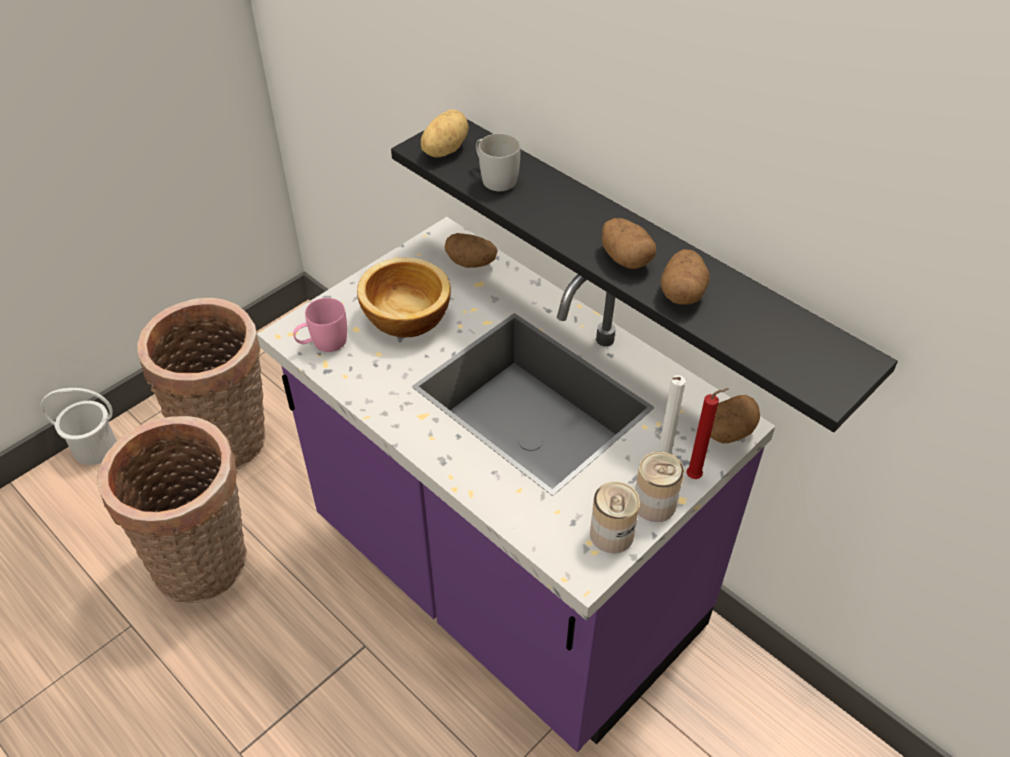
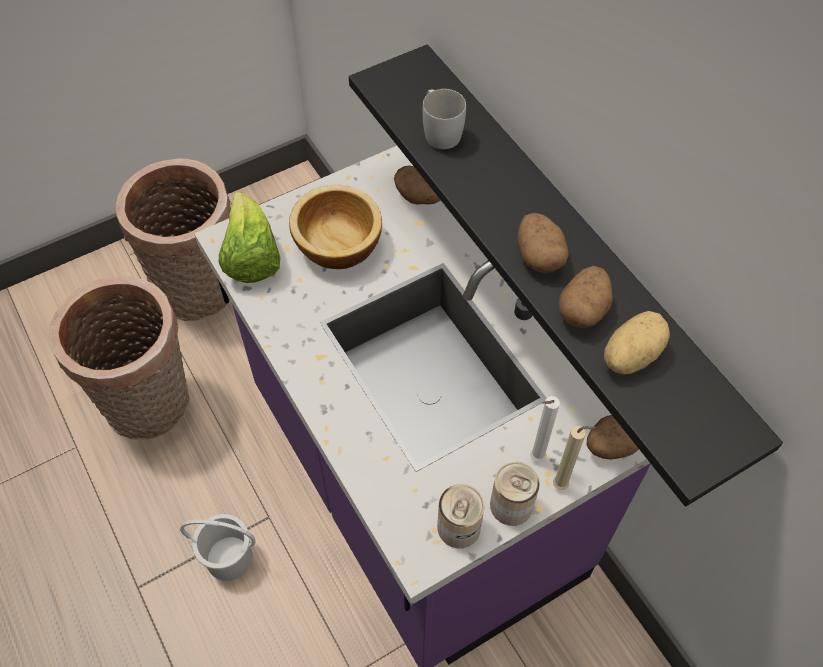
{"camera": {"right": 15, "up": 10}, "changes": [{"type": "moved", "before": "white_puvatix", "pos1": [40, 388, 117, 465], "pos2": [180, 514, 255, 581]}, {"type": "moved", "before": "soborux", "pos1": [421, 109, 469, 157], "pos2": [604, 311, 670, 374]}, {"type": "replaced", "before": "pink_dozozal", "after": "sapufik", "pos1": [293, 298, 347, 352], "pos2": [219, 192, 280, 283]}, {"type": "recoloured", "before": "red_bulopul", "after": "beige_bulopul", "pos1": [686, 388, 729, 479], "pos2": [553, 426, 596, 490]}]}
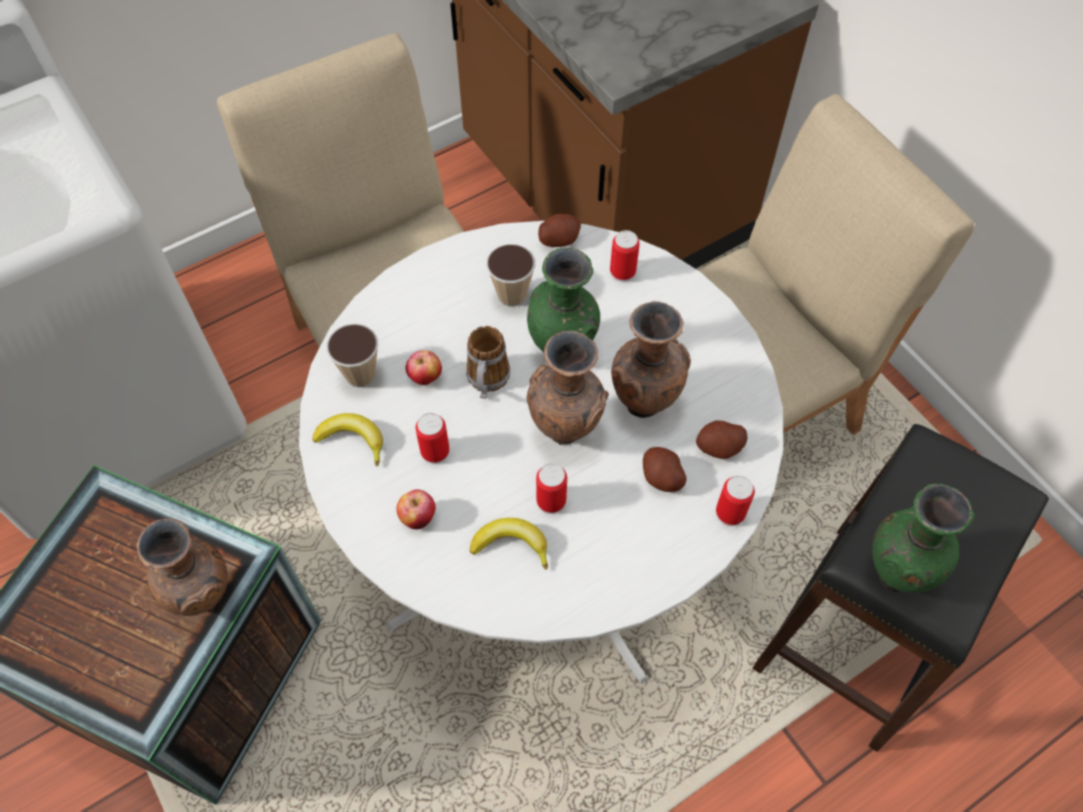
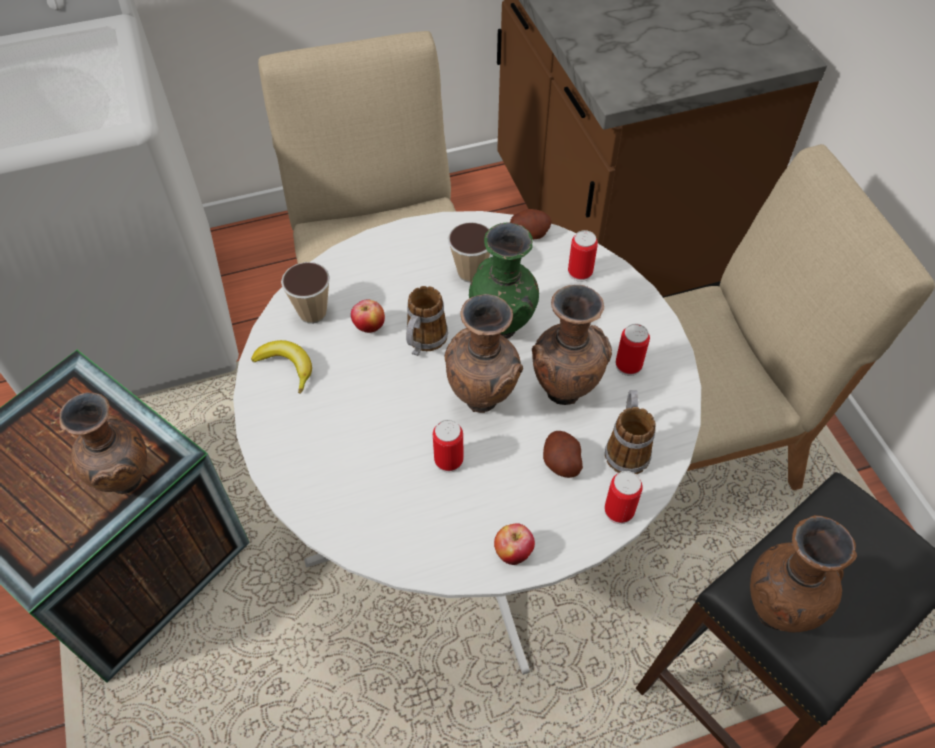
{"camera": {"right": 15, "up": -5}, "changes": [{"type": "removed", "before": "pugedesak", "pos1": [470, 518, 548, 570]}, {"type": "moved", "before": "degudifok", "pos1": [396, 489, 436, 529], "pos2": [494, 523, 535, 565]}, {"type": "moved", "before": "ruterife", "pos1": [415, 413, 450, 464], "pos2": [616, 324, 650, 376]}, {"type": "replaced", "before": "soborux", "after": "dozozal", "pos1": [696, 420, 747, 459], "pos2": [605, 390, 656, 474]}, {"type": "recoloured", "before": "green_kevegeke", "after": "brown_kevegeke", "pos1": [872, 484, 975, 593], "pos2": [750, 515, 857, 632]}]}
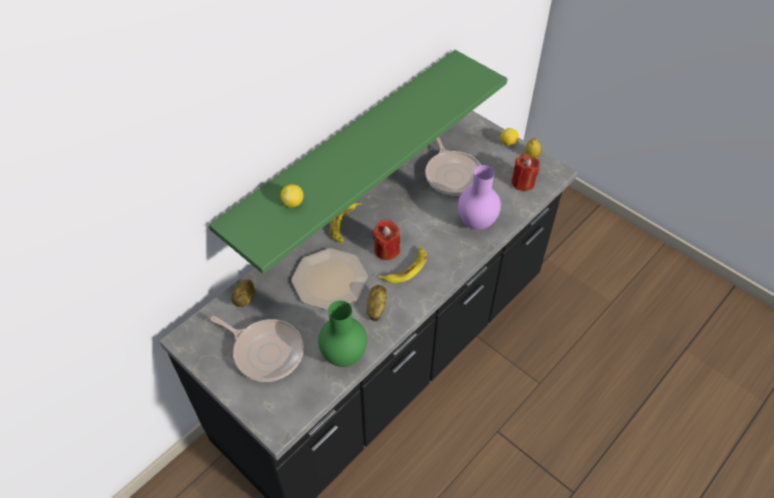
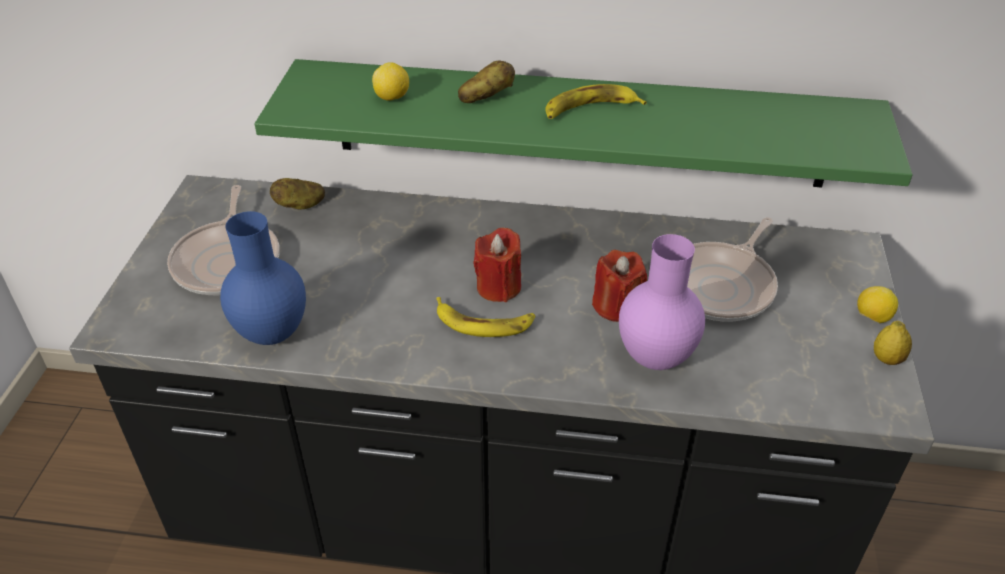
{"camera": {"right": 55, "up": -10}, "changes": [{"type": "removed", "before": "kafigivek", "pos1": [292, 248, 368, 310]}, {"type": "moved", "before": "pugedesak", "pos1": [330, 203, 362, 243], "pos2": [545, 84, 647, 119]}, {"type": "moved", "before": "soborux", "pos1": [367, 285, 387, 321], "pos2": [458, 60, 515, 103]}, {"type": "moved", "before": "red_bulopul", "pos1": [512, 154, 540, 191], "pos2": [592, 250, 647, 322]}, {"type": "recoloured", "before": "green_kevegeke", "after": "blue_kevegeke", "pos1": [318, 301, 367, 367], "pos2": [220, 211, 306, 345]}]}
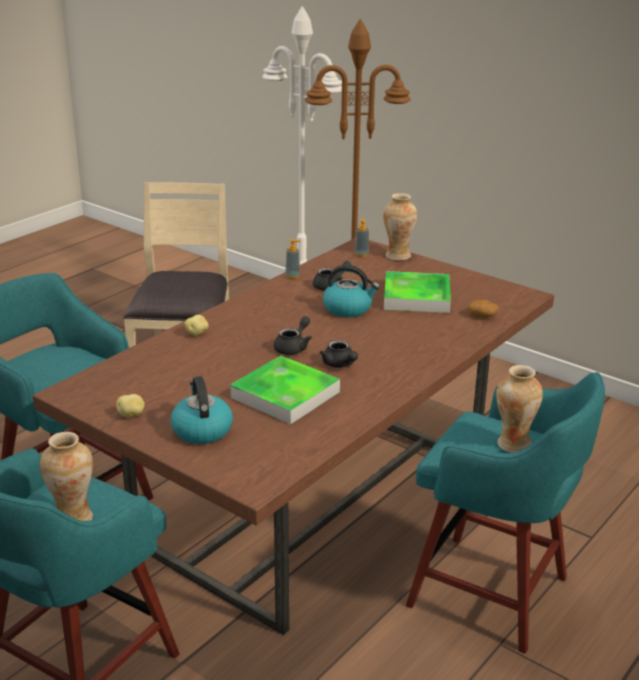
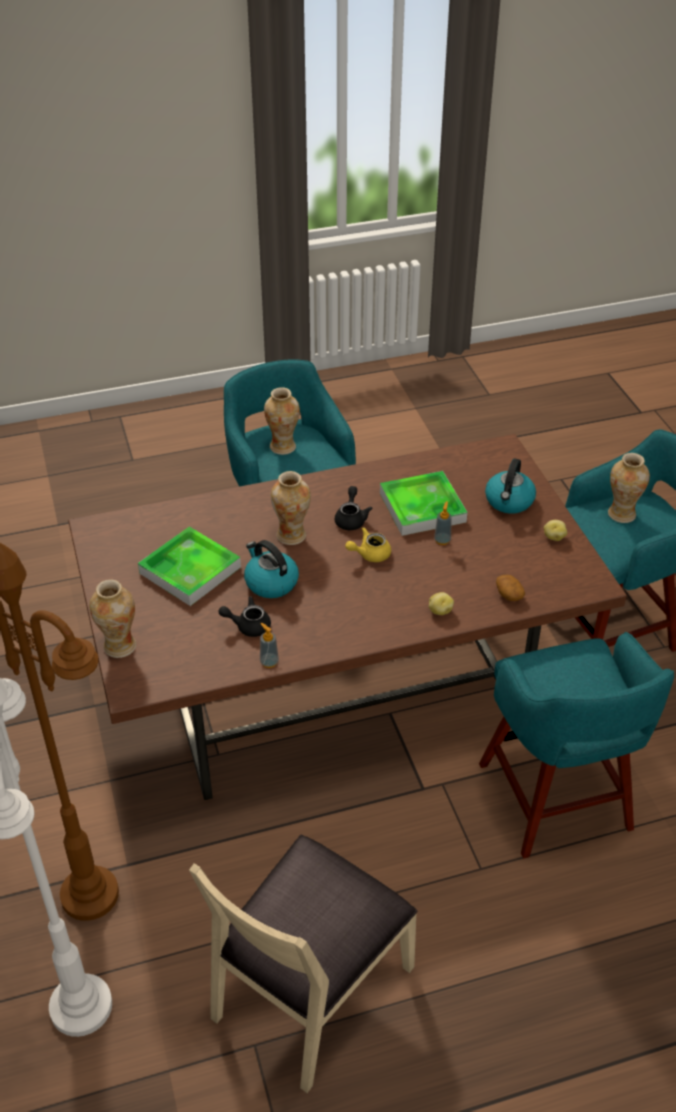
{"camera": {"right": -145, "up": 15}, "changes": [{"type": "added", "after": "kevegeke", "pos2": [271, 471, 311, 545]}, {"type": "moved", "before": "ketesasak", "pos1": [355, 218, 369, 257], "pos2": [434, 501, 452, 545]}, {"type": "moved", "before": "soborux", "pos1": [467, 300, 499, 317], "pos2": [496, 575, 525, 601]}, {"type": "recoloured", "before": "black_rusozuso", "after": "yellow_rusozuso", "pos1": [274, 316, 312, 355], "pos2": [345, 527, 391, 562]}]}
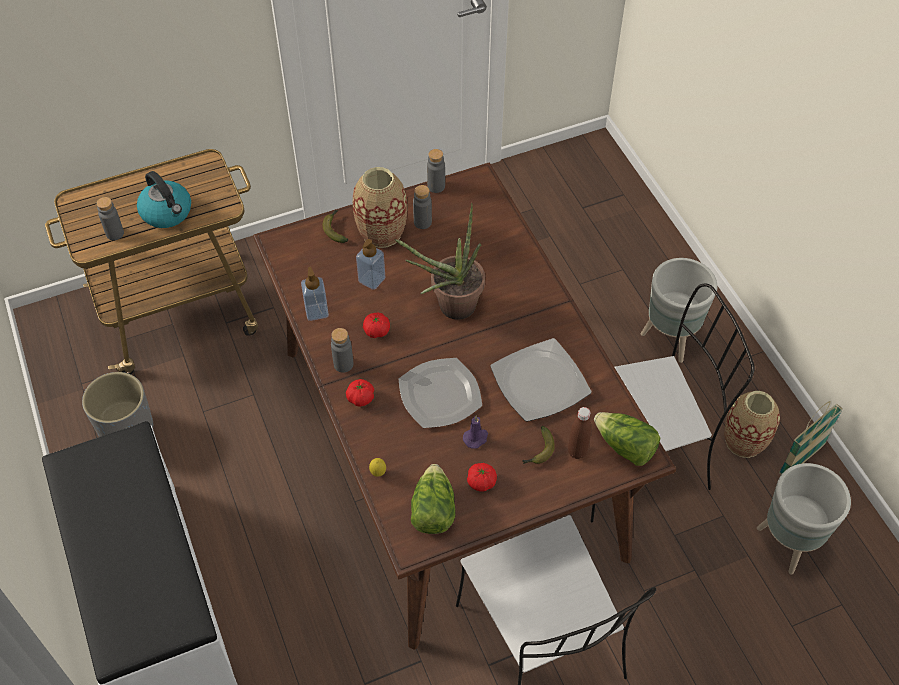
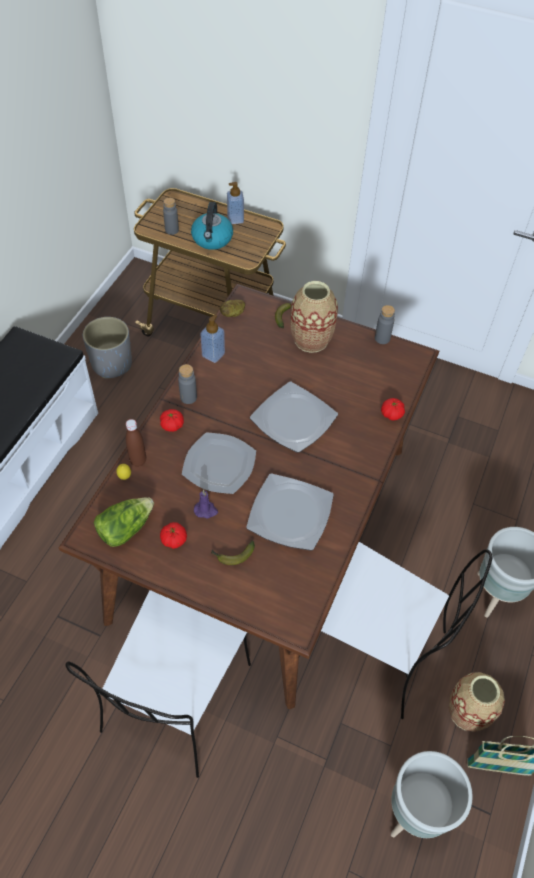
{"camera": {"right": 45, "up": 0}, "changes": [{"type": "removed", "before": "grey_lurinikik", "pos1": [413, 185, 432, 229]}, {"type": "removed", "before": "sapufik", "pos1": [594, 412, 660, 466]}, {"type": "added", "after": "soborux", "pos2": [220, 300, 245, 317]}, {"type": "moved", "before": "ketesasak", "pos1": [356, 239, 385, 290], "pos2": [227, 182, 244, 224]}, {"type": "moved", "before": "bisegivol", "pos1": [363, 313, 390, 338], "pos2": [381, 398, 405, 421]}, {"type": "moved", "before": "brown_lurinikik", "pos1": [568, 407, 591, 459], "pos2": [126, 419, 146, 467]}, {"type": "replaced", "before": "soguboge", "after": "kafigivek", "pos1": [395, 203, 485, 320], "pos2": [250, 382, 338, 453]}]}
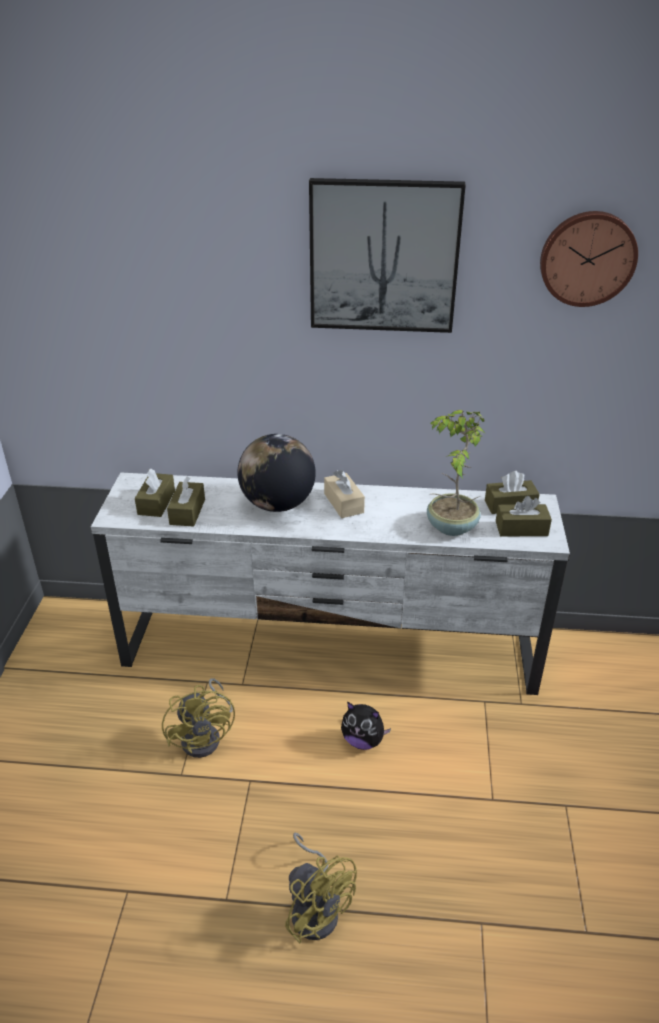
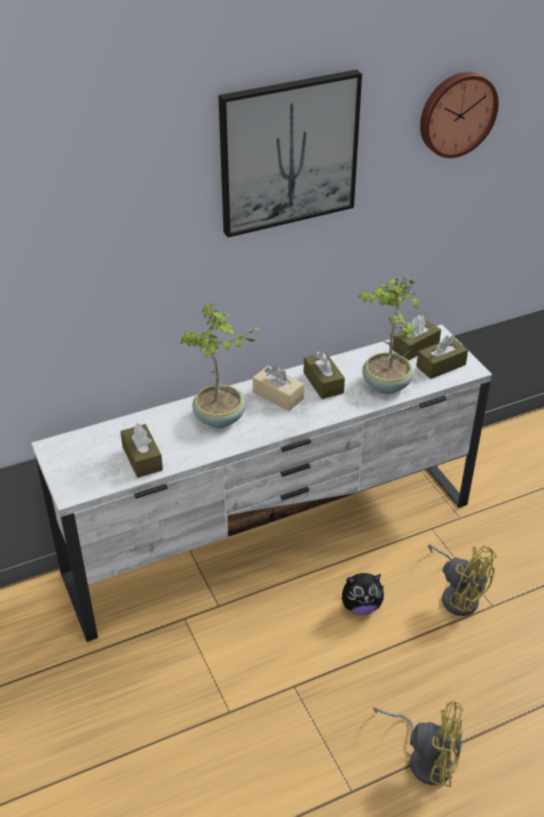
{"camera": {"right": -30, "up": 5}, "changes": [{"type": "moved", "before": "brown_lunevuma", "pos1": [135, 469, 175, 517], "pos2": [304, 352, 345, 399]}, {"type": "moved", "before": "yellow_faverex", "pos1": [162, 678, 235, 758], "pos2": [428, 544, 497, 616]}, {"type": "replaced", "before": "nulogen", "after": "soguboge", "pos1": [237, 434, 316, 512], "pos2": [180, 303, 261, 428]}]}
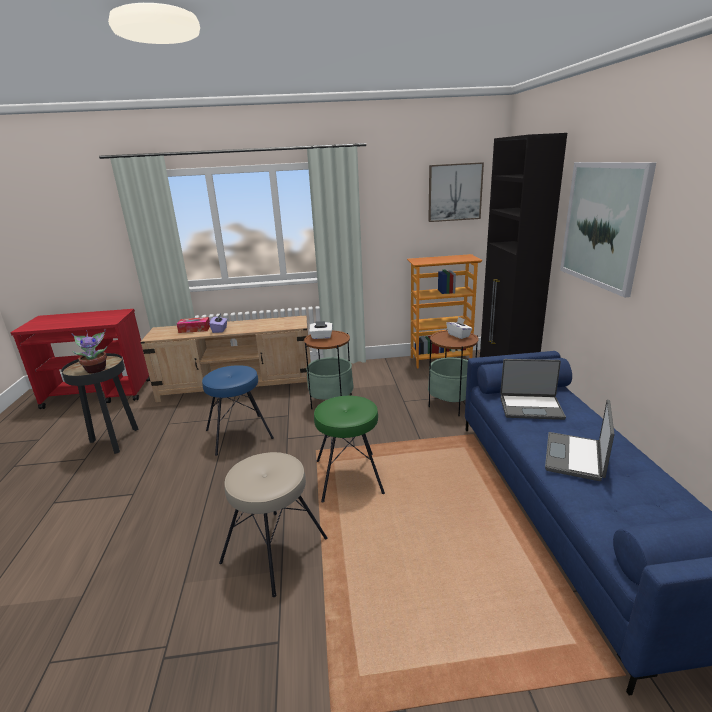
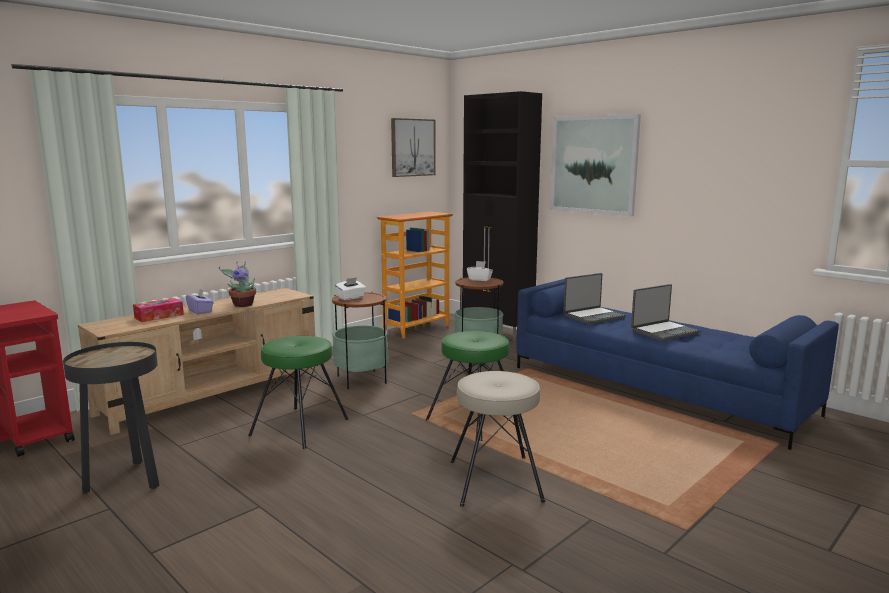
{"camera": {"right": -40, "up": -10}, "changes": [{"type": "moved", "before": "soguboge", "pos1": [72, 329, 108, 374], "pos2": [219, 262, 256, 307]}, {"type": "recoloured", "before": "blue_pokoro", "after": "green_pokoro", "pos1": [202, 365, 274, 456], "pos2": [248, 336, 348, 449]}, {"type": "turned", "before": "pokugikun", "pos1": [545, 400, 615, 481], "pos2": [631, 284, 700, 341], "turn": -105}]}
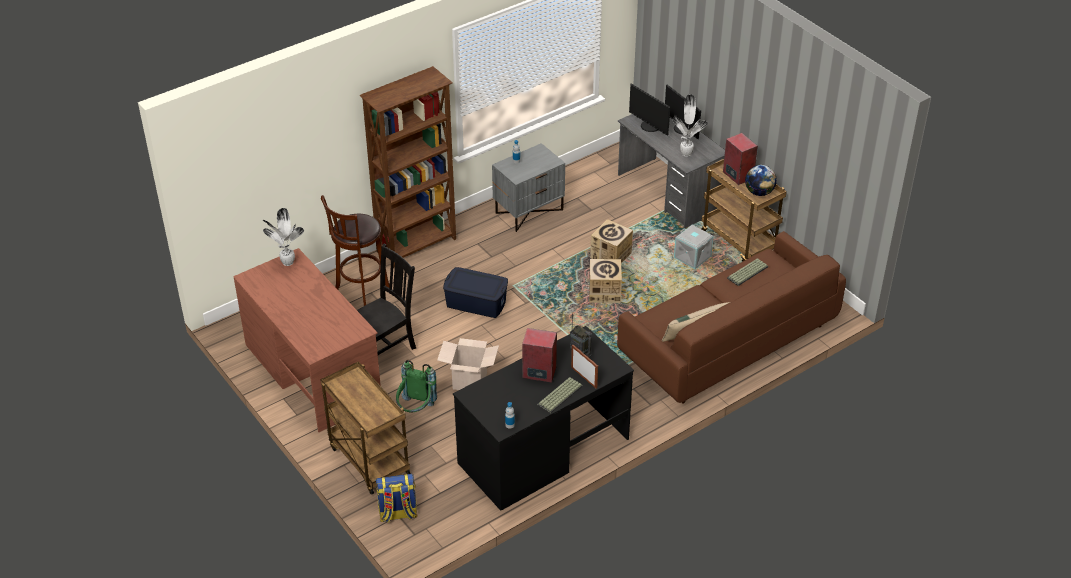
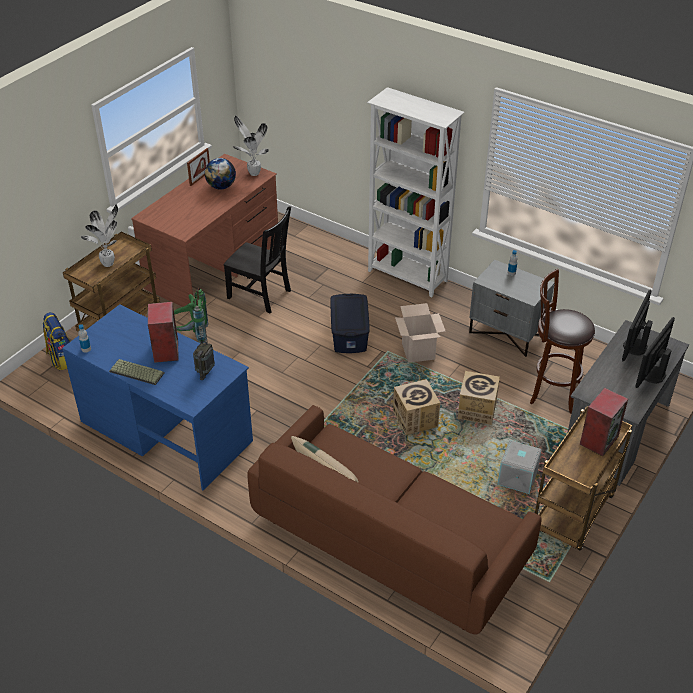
{"camera": {"right": 70, "up": 0}, "changes": [{"type": "removed", "before": "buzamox", "pos1": [727, 258, 768, 286]}, {"type": "moved", "before": "brown_pokoro", "pos1": [321, 195, 390, 306], "pos2": [530, 269, 595, 414]}, {"type": "moved", "before": "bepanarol", "pos1": [437, 338, 499, 390], "pos2": [395, 303, 445, 362]}, {"type": "moved", "before": "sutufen", "pos1": [571, 345, 598, 388], "pos2": [187, 148, 210, 186]}, {"type": "moved", "before": "soguboge", "pos1": [672, 94, 708, 157], "pos2": [81, 205, 118, 267]}, {"type": "moved", "before": "nulogen", "pos1": [745, 165, 777, 196], "pos2": [205, 158, 236, 189]}, {"type": "recoloured", "before": "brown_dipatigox", "after": "white_dipatigox", "pos1": [359, 66, 456, 268], "pos2": [367, 87, 465, 297]}, {"type": "recoloured", "before": "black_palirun", "after": "blue_palirun", "pos1": [453, 326, 634, 510], "pos2": [62, 304, 253, 490]}]}
